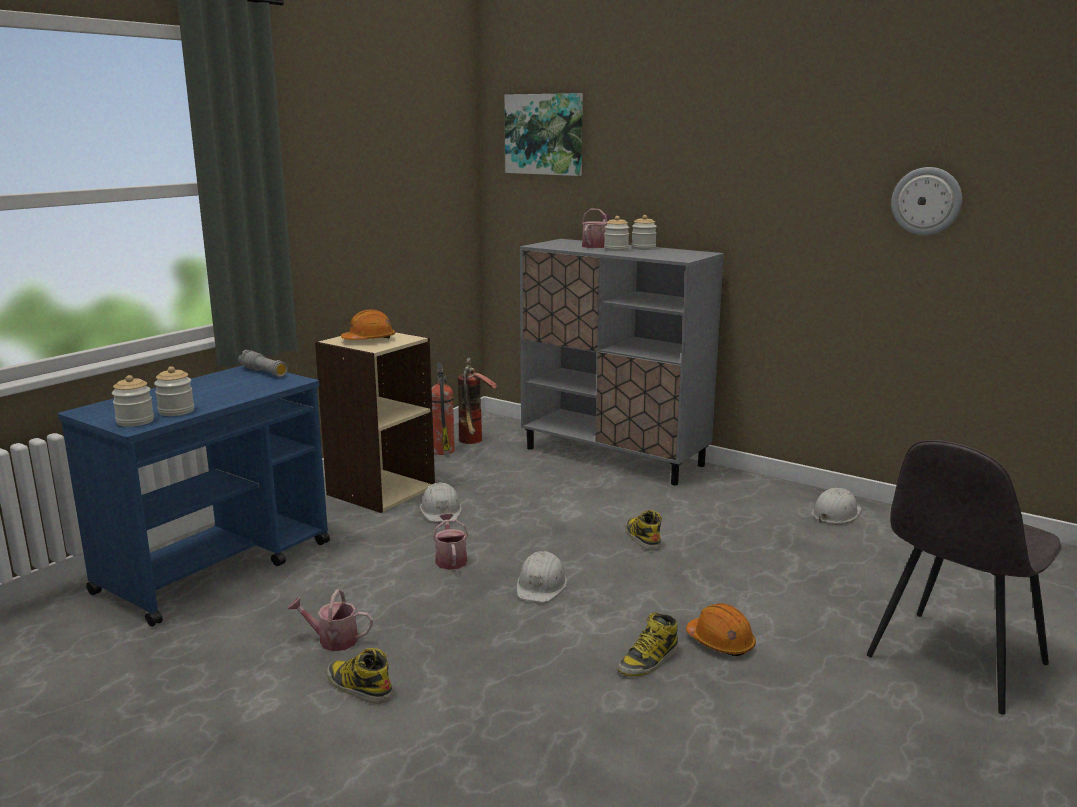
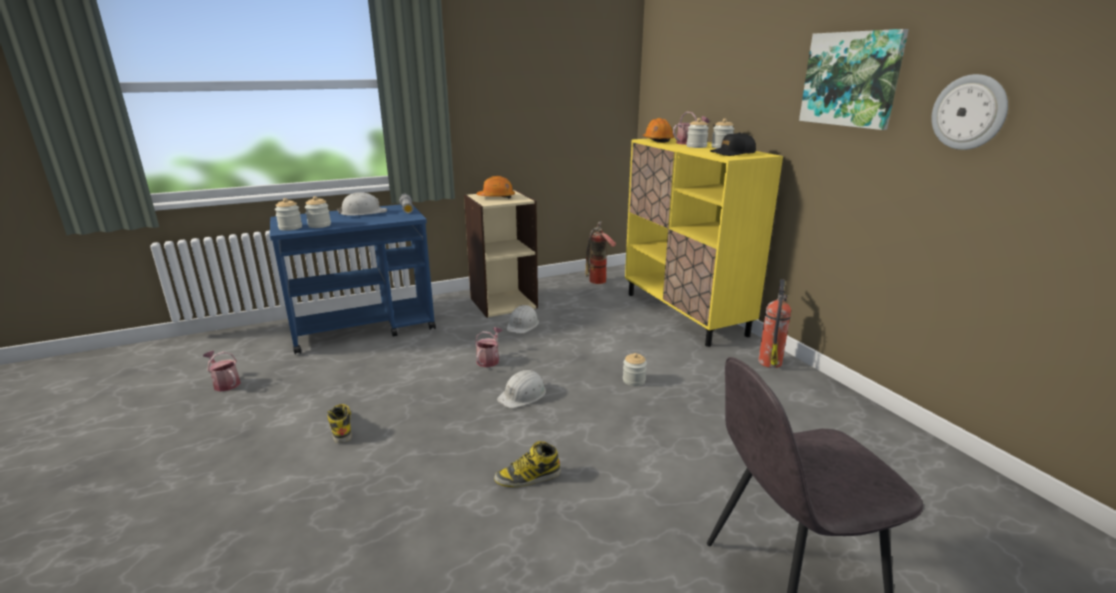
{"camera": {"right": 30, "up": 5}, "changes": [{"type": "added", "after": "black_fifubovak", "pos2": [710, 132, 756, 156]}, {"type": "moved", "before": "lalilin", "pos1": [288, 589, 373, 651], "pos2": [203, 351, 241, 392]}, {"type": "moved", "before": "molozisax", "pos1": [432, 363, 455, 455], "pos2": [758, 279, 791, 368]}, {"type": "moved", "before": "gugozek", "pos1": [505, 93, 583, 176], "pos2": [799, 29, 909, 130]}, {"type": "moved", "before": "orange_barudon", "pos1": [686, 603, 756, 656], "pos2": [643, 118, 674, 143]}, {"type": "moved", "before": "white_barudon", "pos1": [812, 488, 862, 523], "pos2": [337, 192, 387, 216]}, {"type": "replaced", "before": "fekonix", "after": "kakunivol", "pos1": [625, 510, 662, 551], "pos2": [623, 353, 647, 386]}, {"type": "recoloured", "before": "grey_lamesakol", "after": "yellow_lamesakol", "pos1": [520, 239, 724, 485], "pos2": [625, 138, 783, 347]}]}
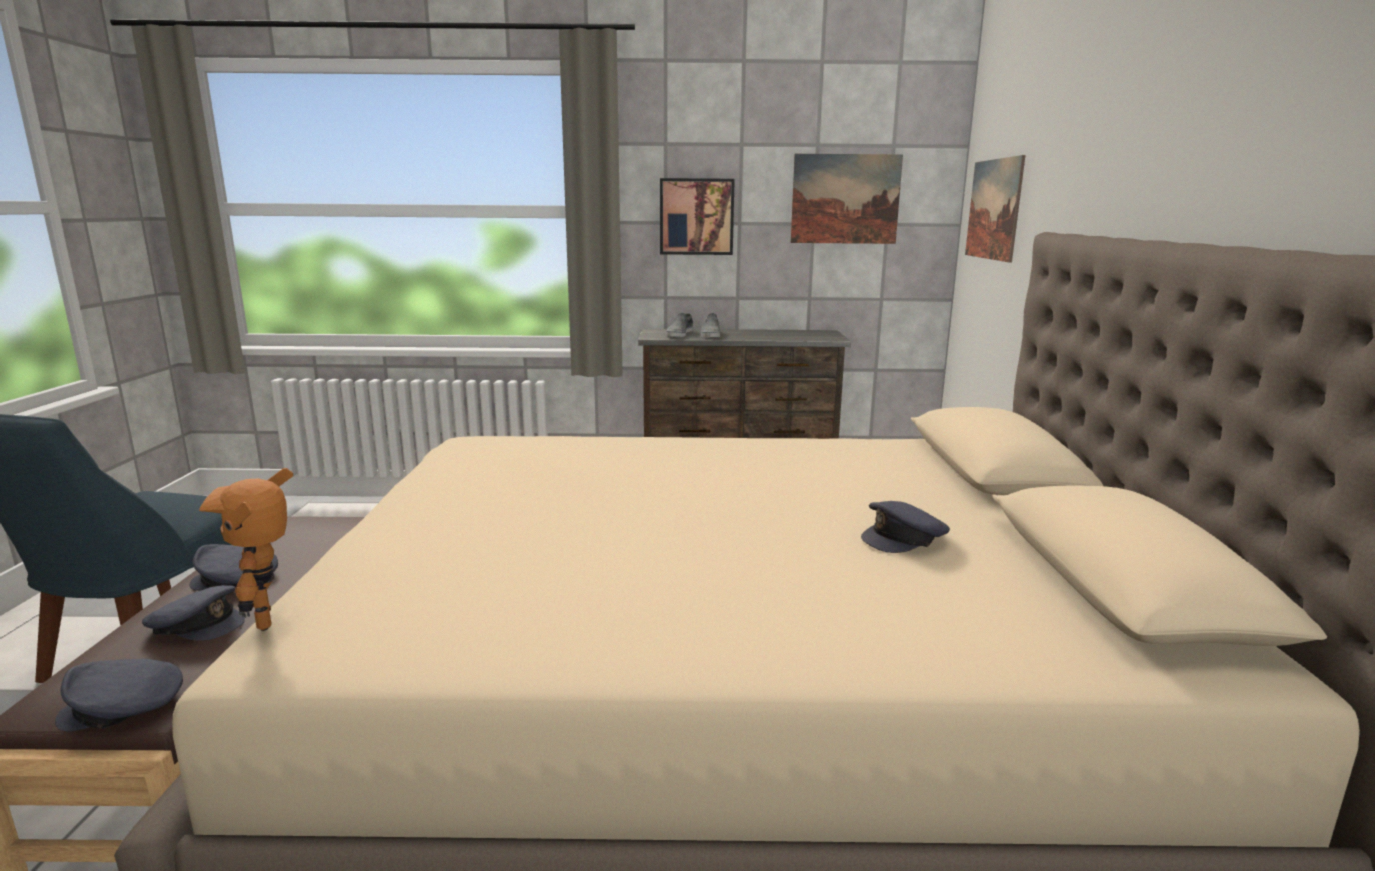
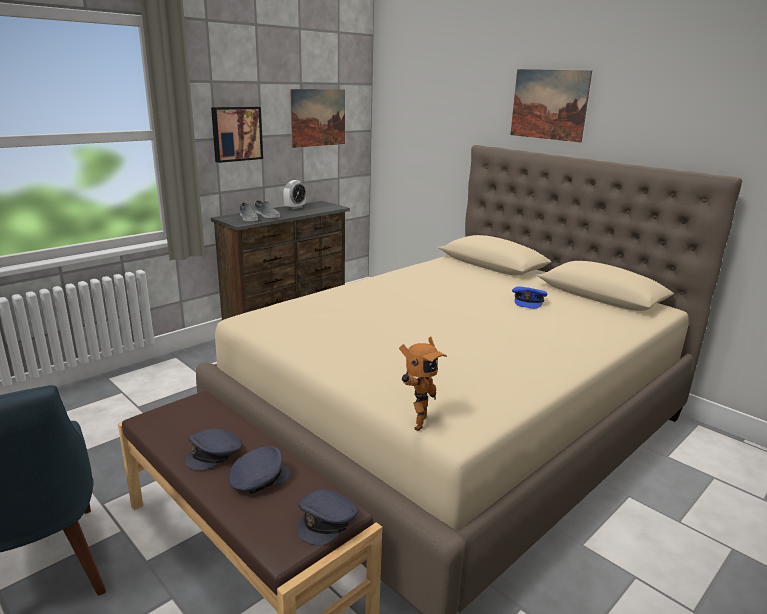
{"camera": {"right": -45, "up": 5}, "changes": [{"type": "added", "after": "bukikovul", "pos2": [283, 180, 306, 210]}, {"type": "moved", "before": "gugozek", "pos1": [965, 155, 1025, 262], "pos2": [510, 69, 592, 142]}, {"type": "recoloured", "before": "grey_fifubovak", "after": "blue_fifubovak", "pos1": [861, 501, 950, 553], "pos2": [512, 286, 548, 309]}, {"type": "turned", "before": "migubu", "pos1": [199, 468, 293, 631], "pos2": [399, 337, 447, 431], "turn": -90}]}
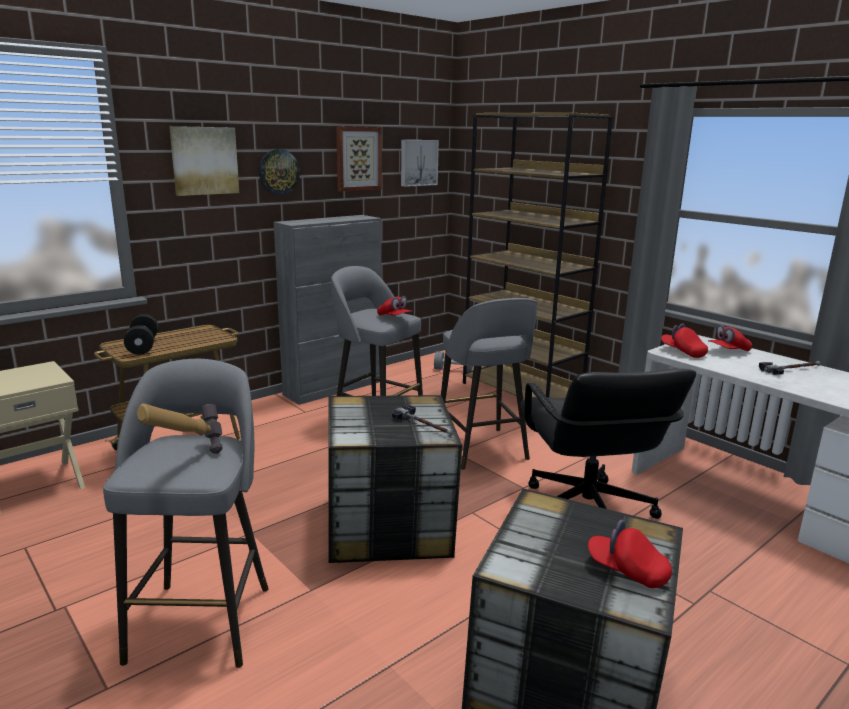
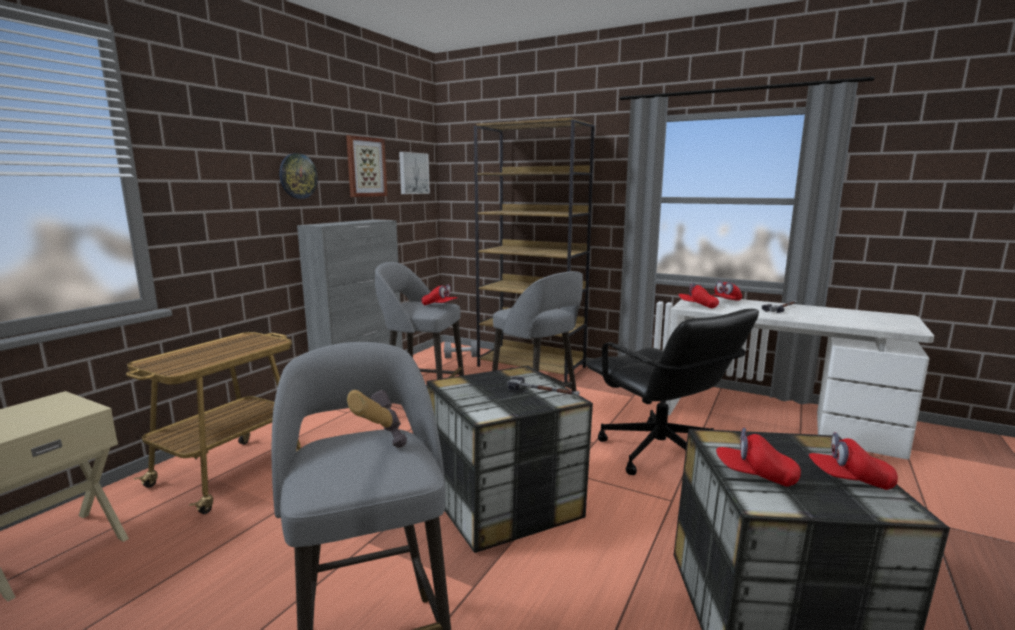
{"camera": {"right": -20, "up": -5}, "changes": [{"type": "removed", "before": "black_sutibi", "pos1": [124, 314, 158, 355]}, {"type": "removed", "before": "gugozek", "pos1": [169, 126, 239, 196]}, {"type": "added", "after": "red_fifubovak", "pos2": [716, 427, 801, 487]}]}
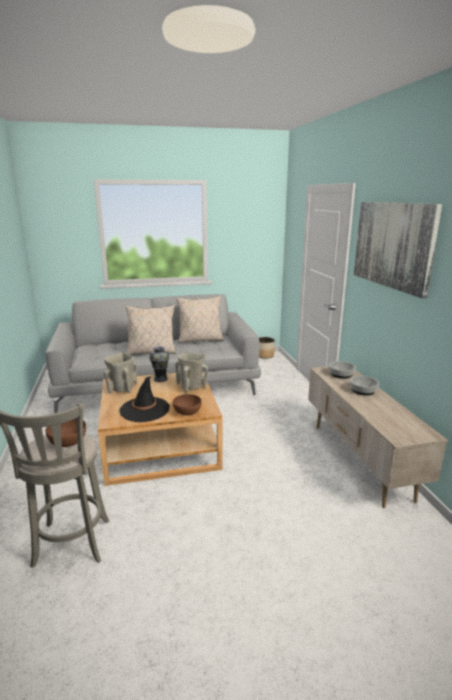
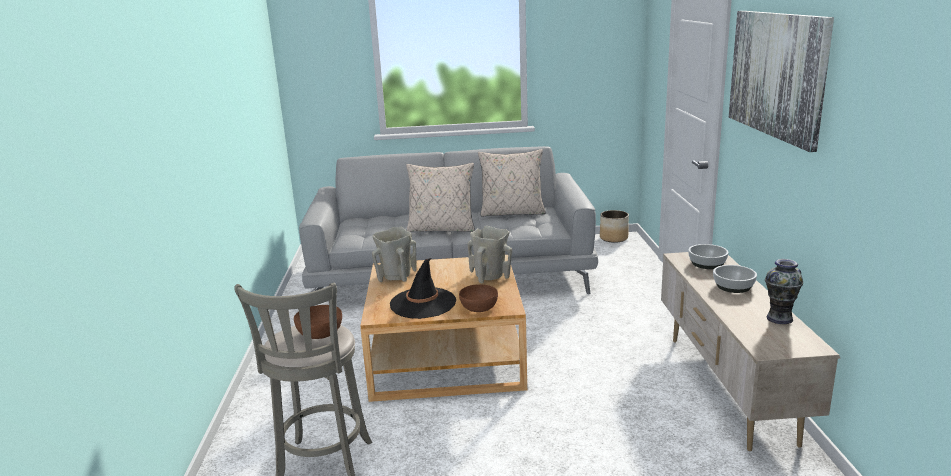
{"camera": {"right": 10, "up": 0}, "changes": [{"type": "moved", "before": "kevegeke", "pos1": [150, 346, 169, 382], "pos2": [765, 259, 803, 324]}]}
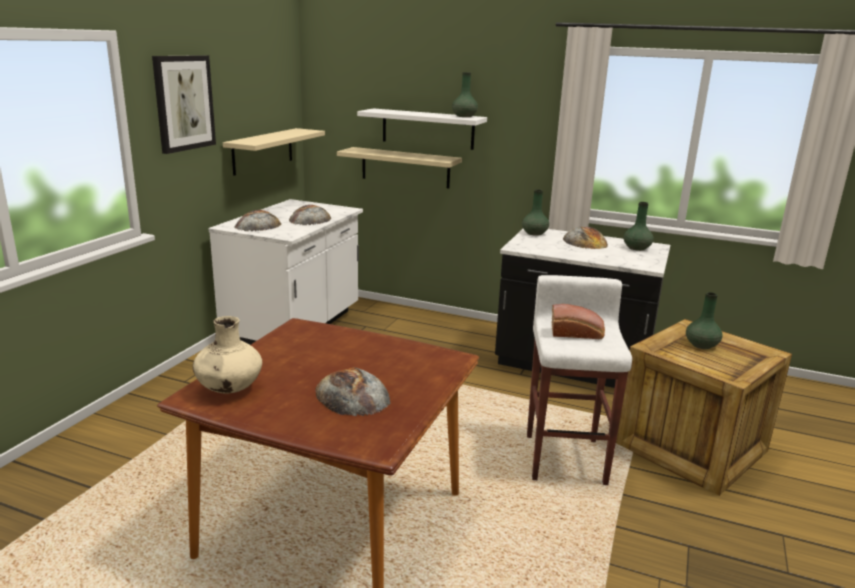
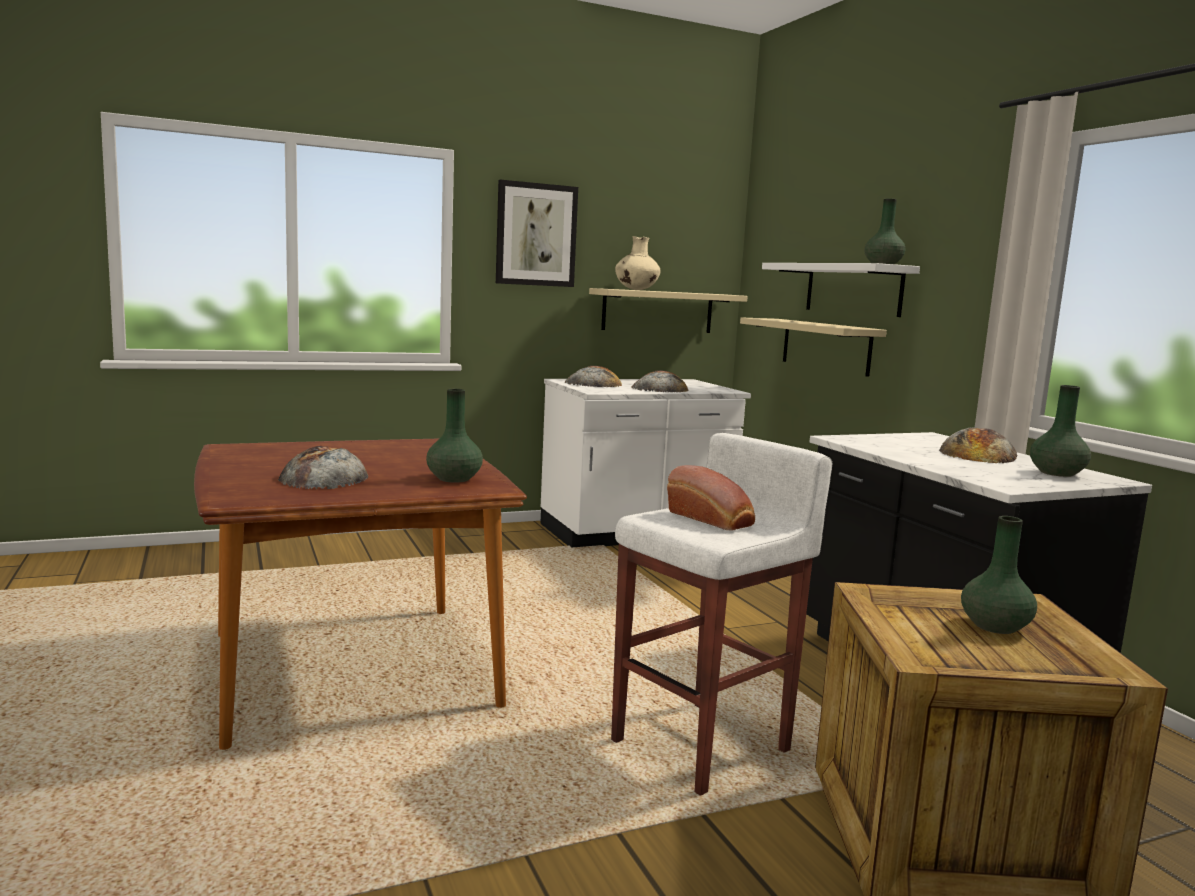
{"camera": {"right": 45, "up": -10}, "changes": [{"type": "moved", "before": "beige_kevegeke", "pos1": [193, 316, 262, 394], "pos2": [615, 236, 661, 290]}, {"type": "moved", "before": "green_kevegeke", "pos1": [522, 189, 549, 236], "pos2": [426, 389, 483, 483]}]}
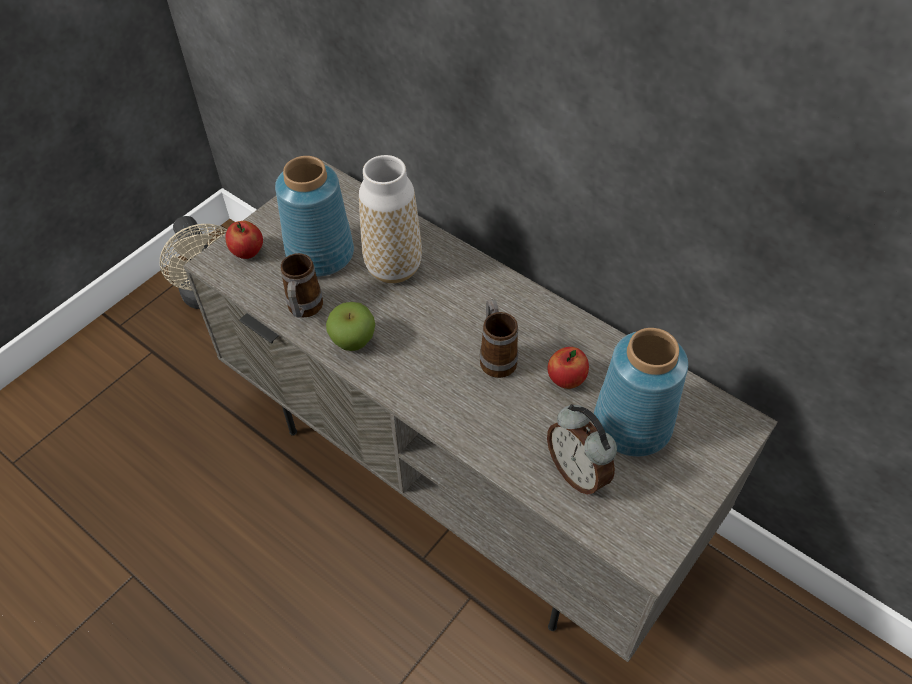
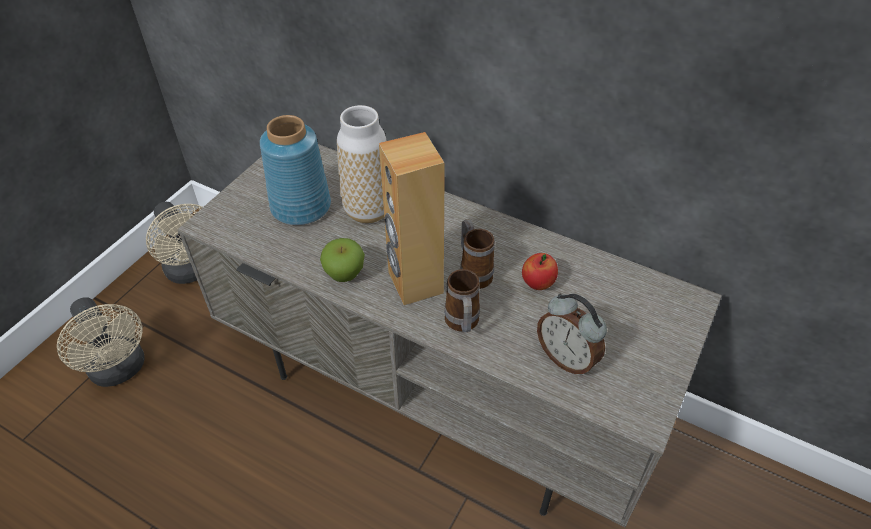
{"camera": {"right": -10, "up": -5}, "changes": [{"type": "removed", "before": "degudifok", "pos1": [225, 221, 263, 259]}, {"type": "removed", "before": "blue_kevegeke", "pos1": [594, 328, 688, 457]}, {"type": "added", "after": "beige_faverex", "pos2": [57, 297, 145, 387]}, {"type": "added", "after": "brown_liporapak", "pos2": [379, 132, 445, 305]}, {"type": "moved", "before": "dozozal", "pos1": [281, 253, 323, 318], "pos2": [444, 269, 480, 332]}]}
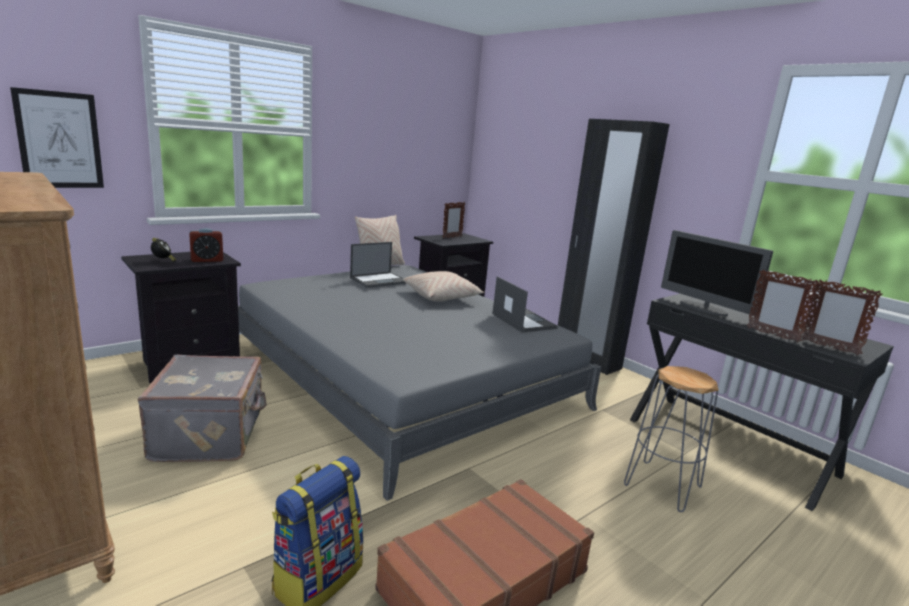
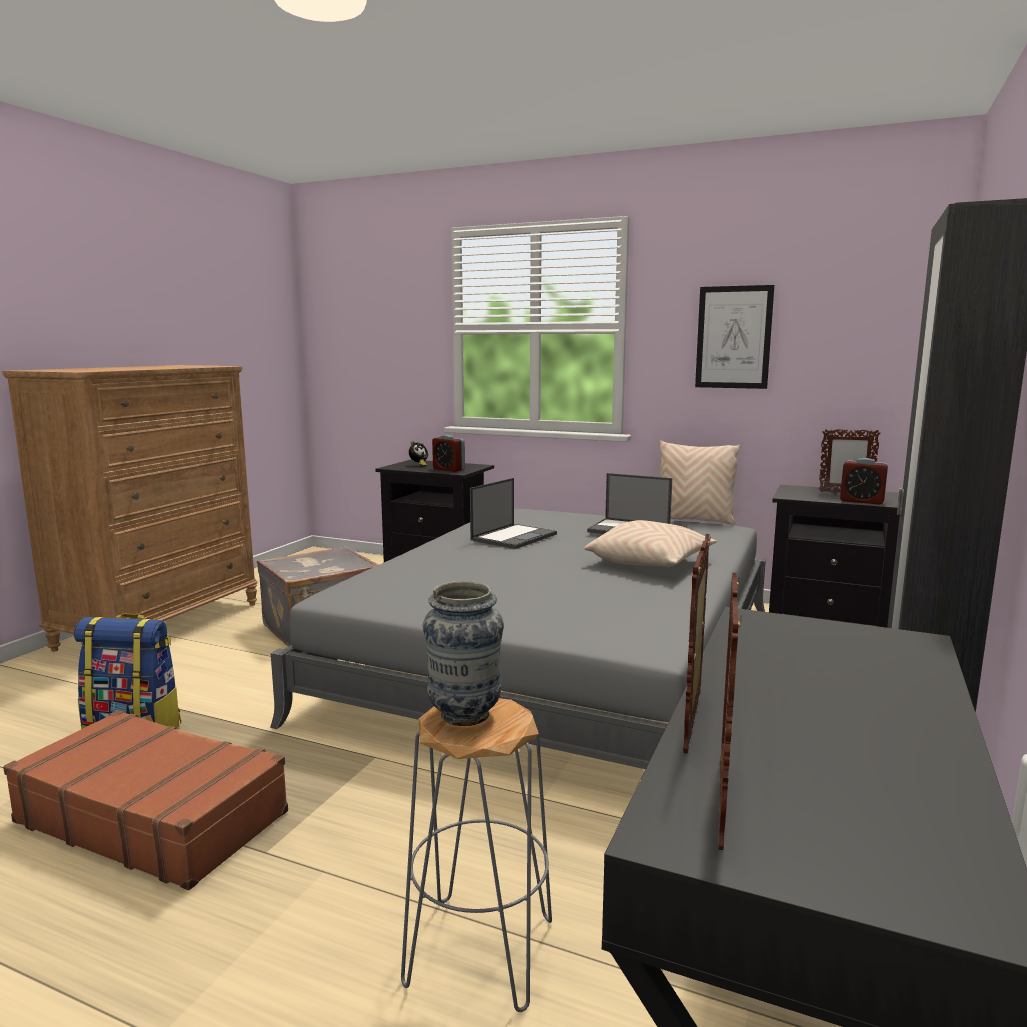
{"camera": {"right": 65, "up": -5}, "changes": [{"type": "removed", "before": "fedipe", "pos1": [661, 230, 773, 317]}, {"type": "added", "after": "kevegeke", "pos2": [423, 581, 504, 726]}, {"type": "added", "after": "bukikovul", "pos2": [840, 458, 888, 505]}, {"type": "moved", "before": "gugozek", "pos1": [10, 87, 104, 188], "pos2": [695, 285, 774, 389]}, {"type": "moved", "before": "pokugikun", "pos1": [493, 277, 558, 333], "pos2": [470, 478, 557, 549]}]}
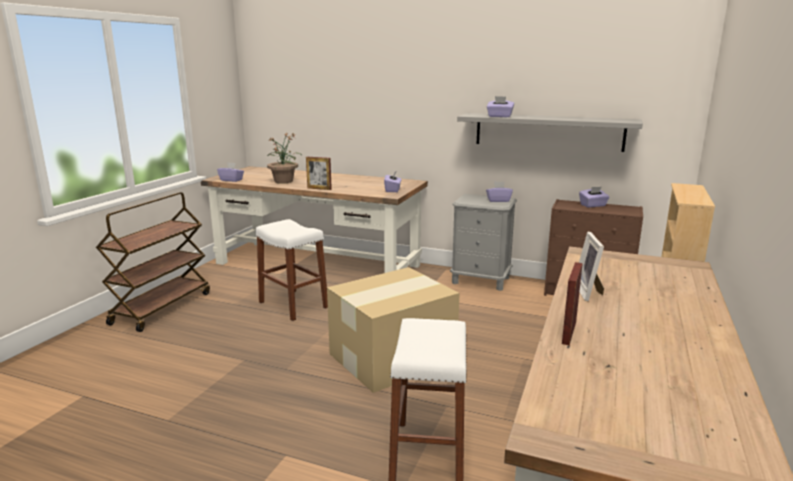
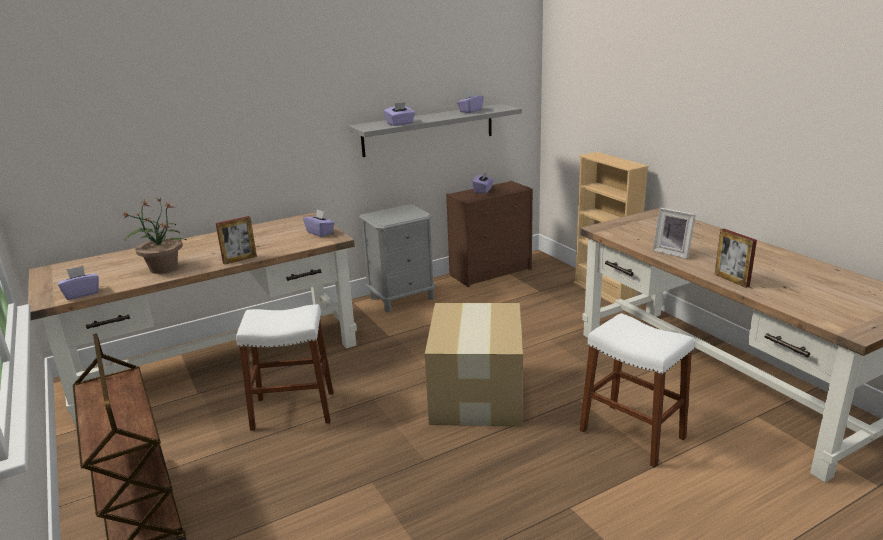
{"camera": {"right": -50, "up": 5}, "changes": [{"type": "moved", "before": "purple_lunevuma", "pos1": [486, 181, 513, 202], "pos2": [457, 90, 484, 113]}]}
